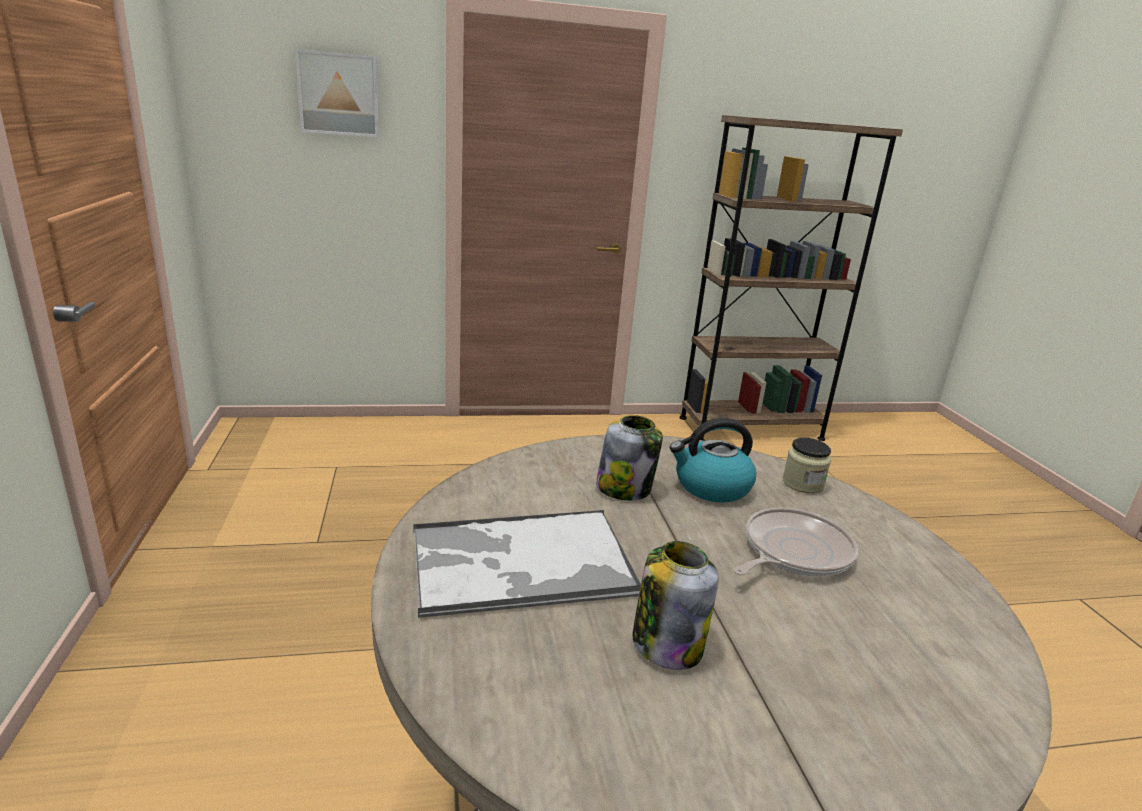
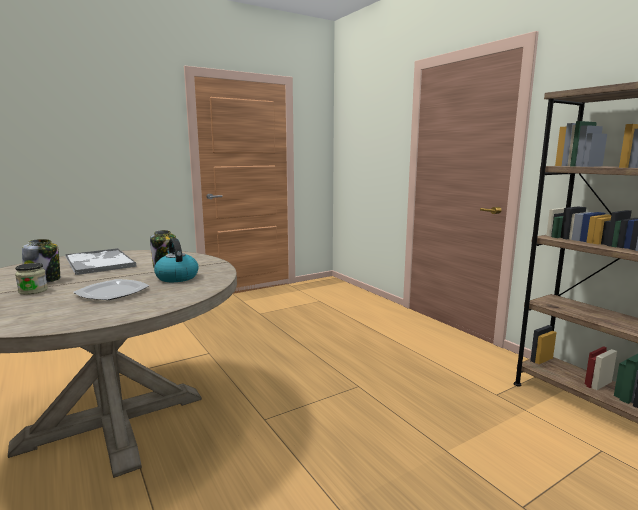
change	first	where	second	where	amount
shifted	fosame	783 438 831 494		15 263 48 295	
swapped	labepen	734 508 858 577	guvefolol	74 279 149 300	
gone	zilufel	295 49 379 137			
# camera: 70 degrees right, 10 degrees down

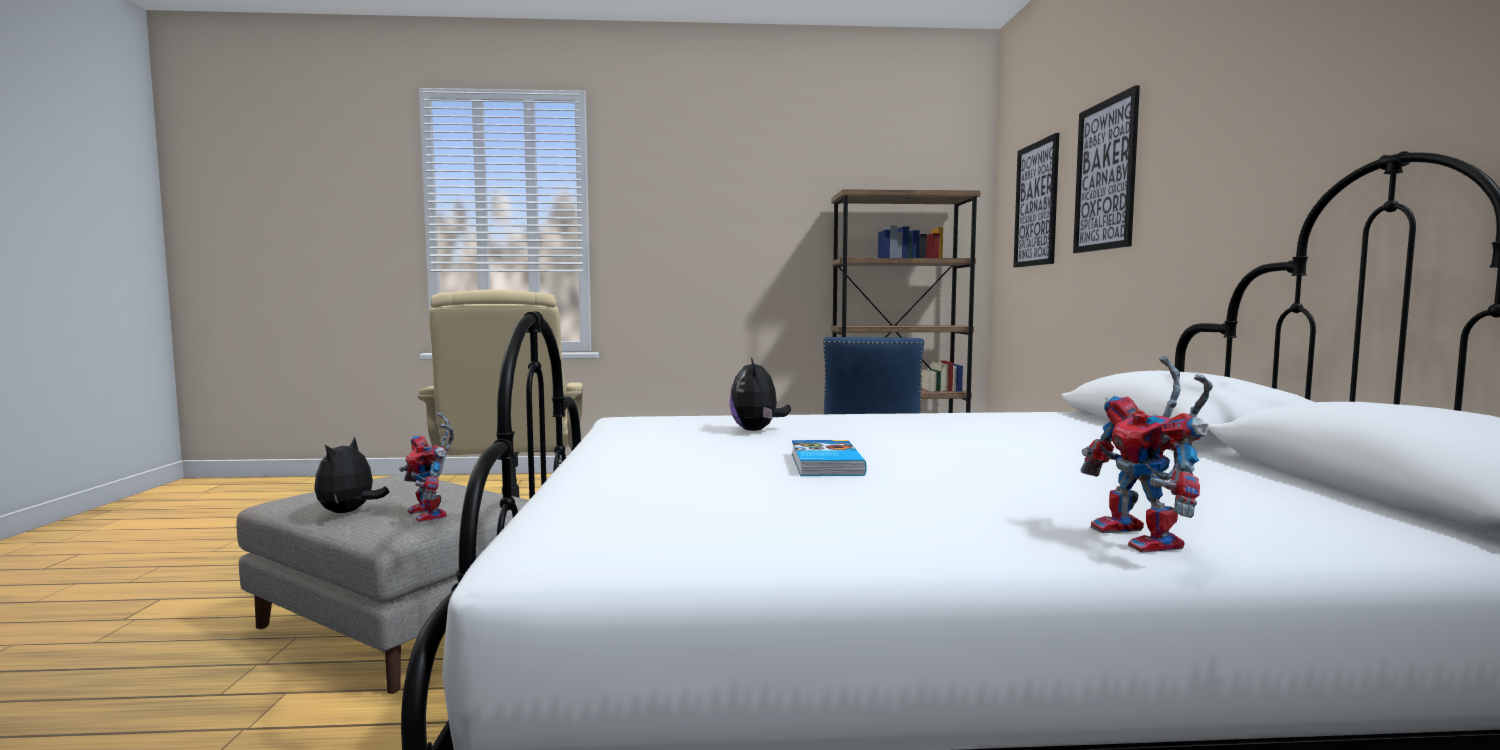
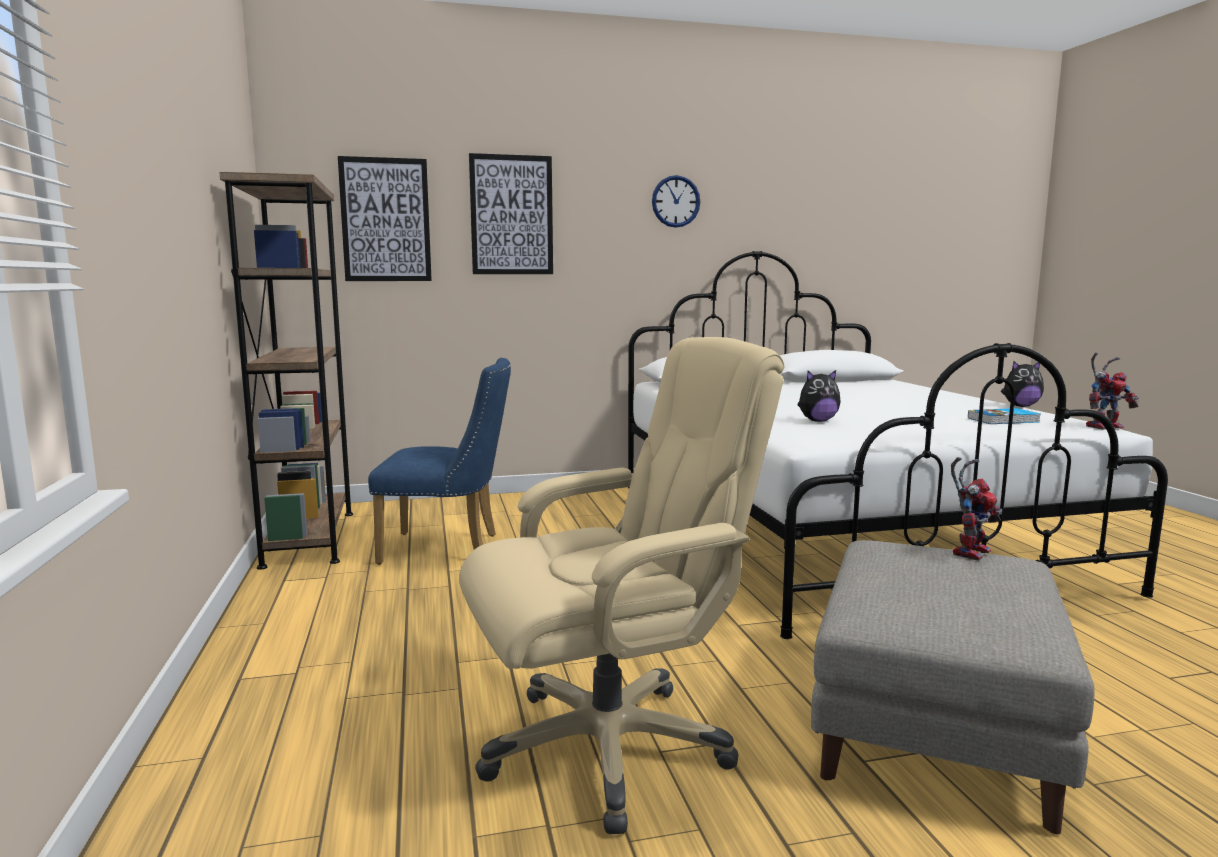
change	first	where	second	where	amount
new			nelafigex	652 175 700 228	
shifted	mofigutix	792 440 867 476		968 408 1040 424	
shifted	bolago	314 436 389 513		1001 361 1044 407	
shifted	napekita	1080 356 1213 553		1086 353 1139 430	
# camera: 100 degrees left, 5 degrees up

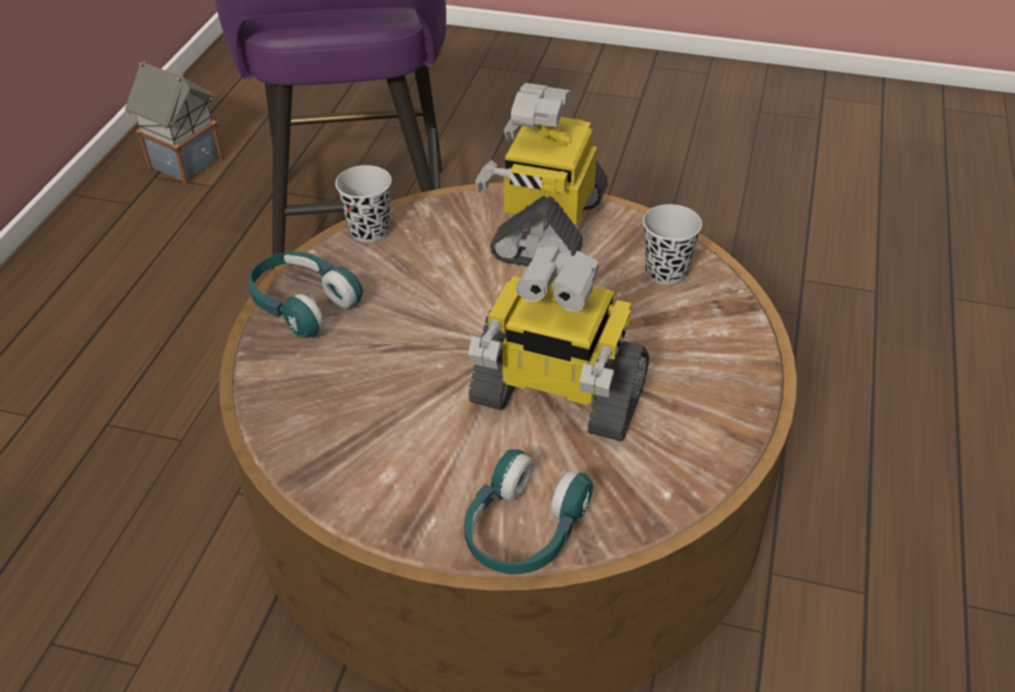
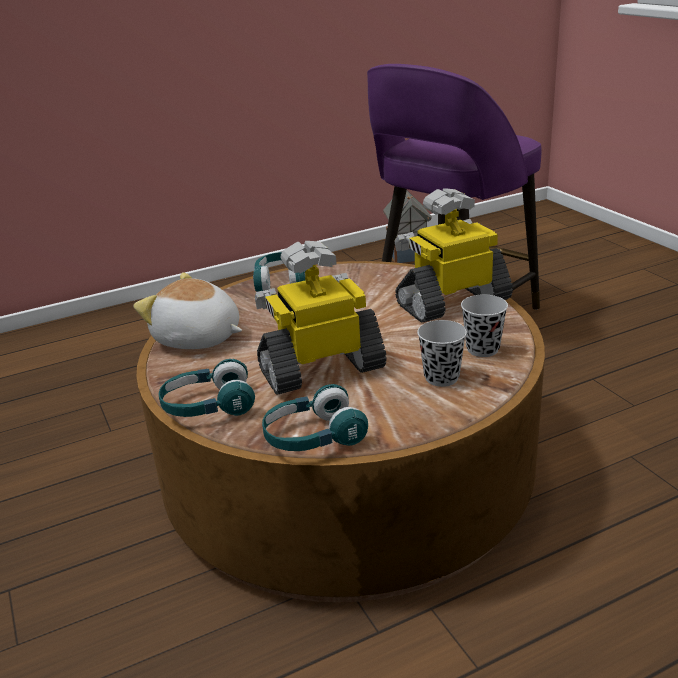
change	first	where	second	where	amount
new			bolago	134 272 242 349	
rotated	napekita	468 247 649 441		255 241 387 395	90 degrees clockwise
new			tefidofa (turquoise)	262 384 368 451	
shifted	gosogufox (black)	335 165 392 242		417 320 467 387	
# camera: 50 degrees right, 15 degrees down

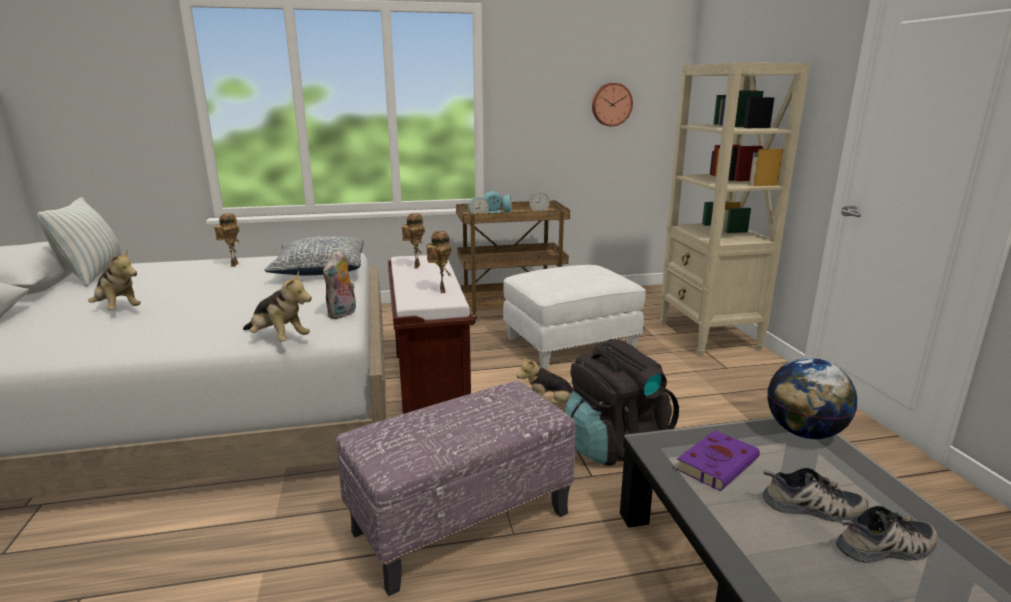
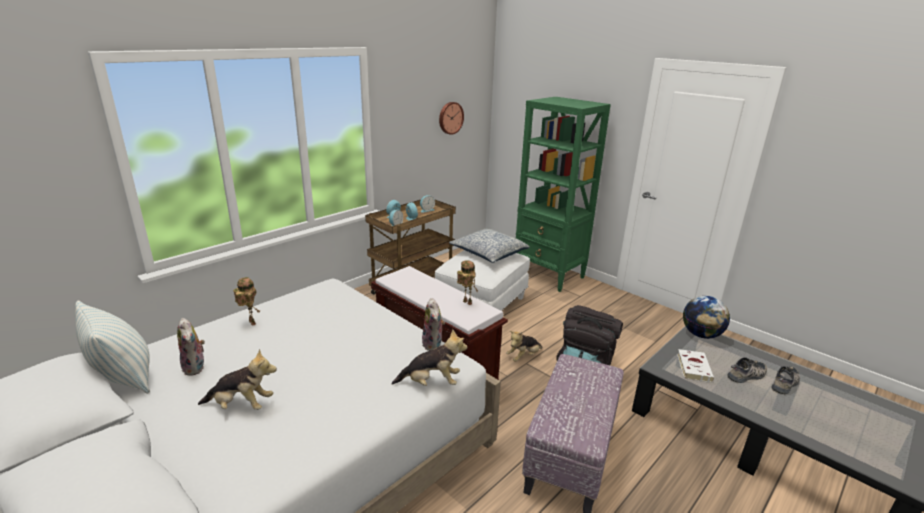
change	first	where	second	where	amount
new			bolago	177 318 205 376	
shifted	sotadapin	264 236 364 276		449 229 530 263	
repainted	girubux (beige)	660 62 810 356	girubux (green)	516 97 611 292	
repainted	mofigutix (purple)	676 430 760 491	mofigutix (white)	677 349 714 382	
gone	napekita	402 213 425 268			
# camera: 35 degrees left, 5 degrees up

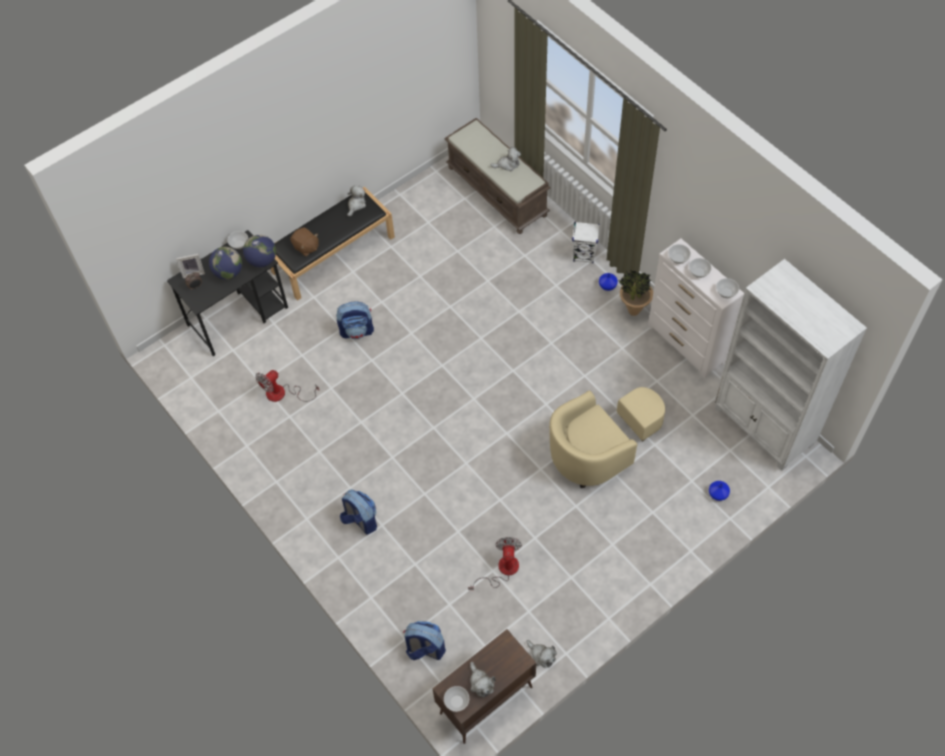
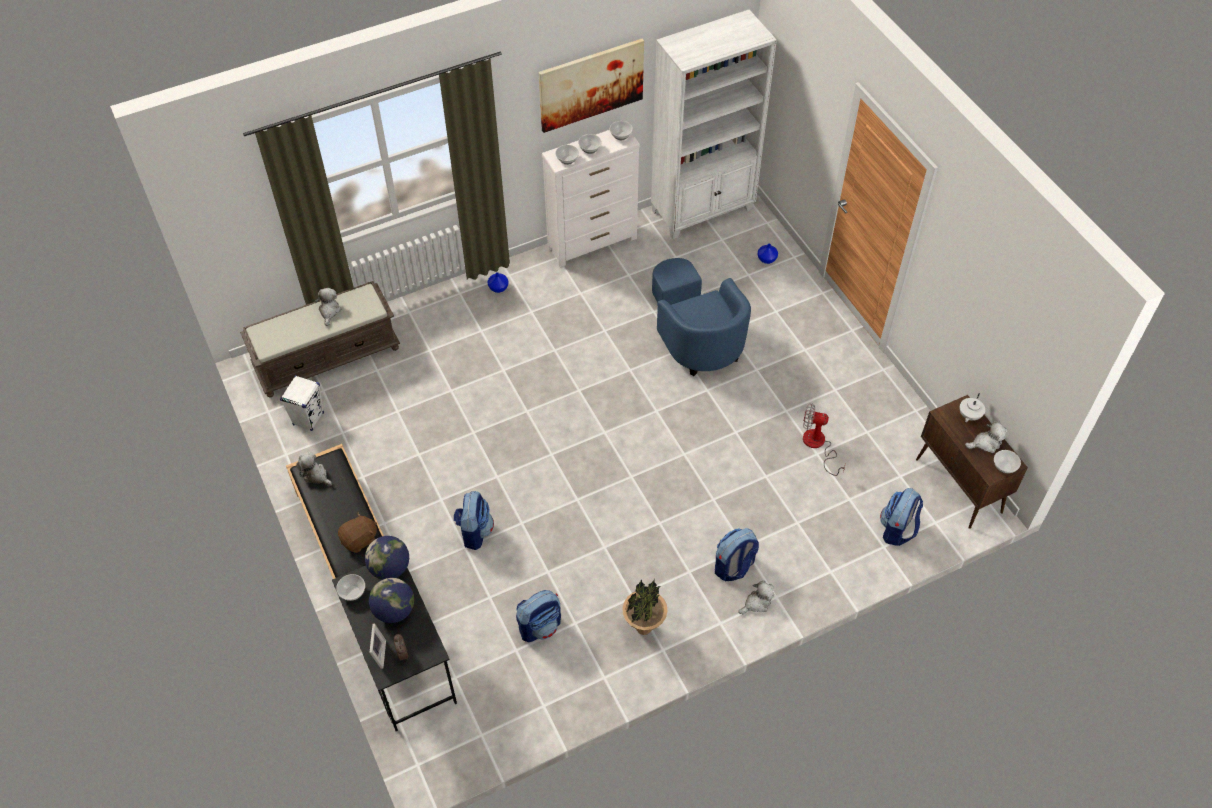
change	first	where	second	where	amount
shifted	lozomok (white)	572 222 600 263		280 375 324 431	
swapped	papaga	255 370 319 402	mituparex	516 590 561 642	
new			zilufel	538 39 644 133	
shifted	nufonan	618 270 653 316		622 579 668 635	
repainted	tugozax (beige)	549 387 665 488	tugozax (blue)	652 258 751 376	
shifted	bolago	527 640 557 668		738 581 774 614	
new			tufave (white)	960 393 985 422	
# camera: 80 degrees left, 5 degrees down

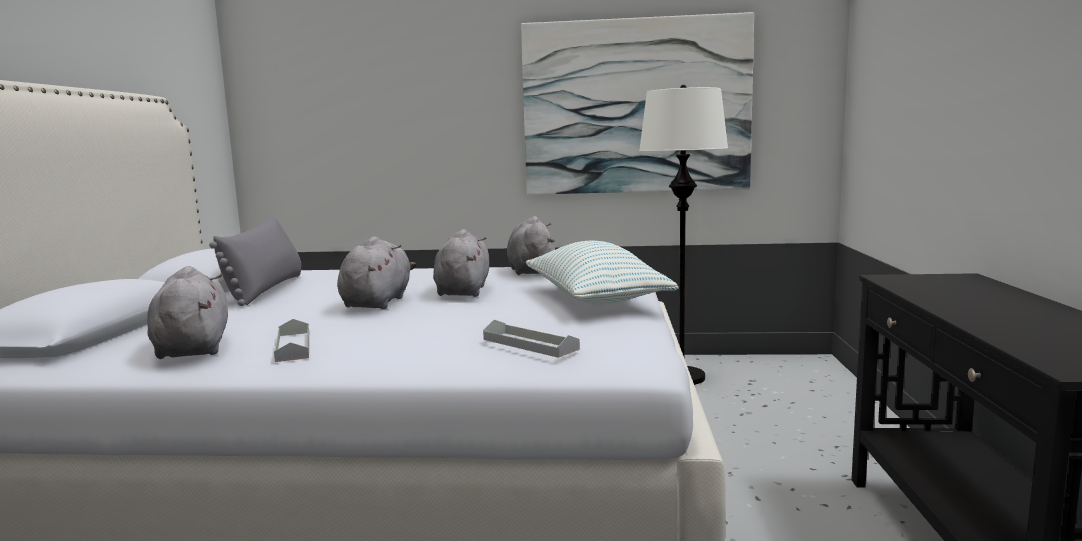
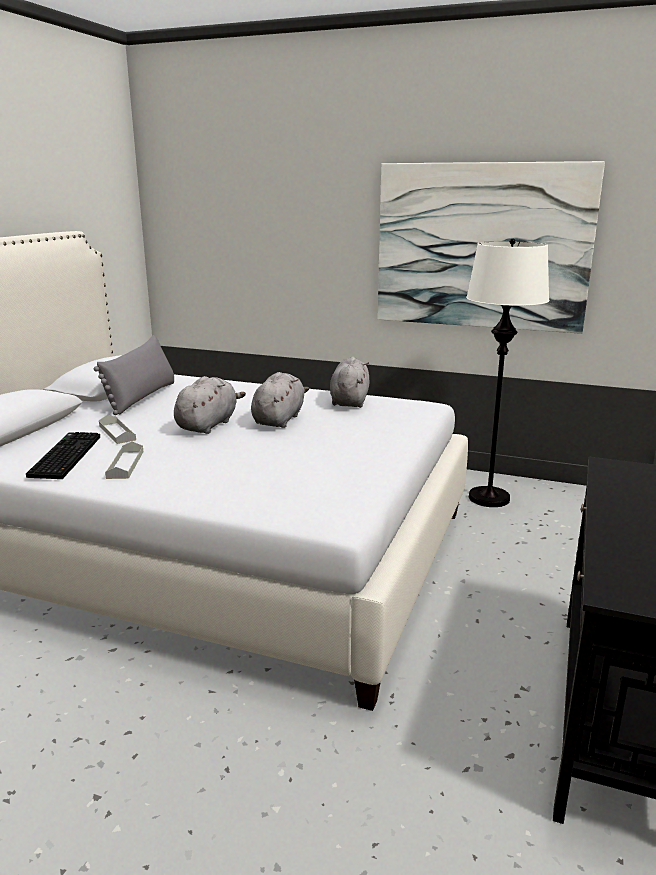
change	first	where	second	where	amount
swapped	bolago (grey)	148 266 228 359	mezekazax	26 432 100 479	
shifted	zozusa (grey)	483 320 580 358		99 415 136 444	
gone	sotadapin	526 241 679 305			
# camera: 15 degrees right, 10 degrees up

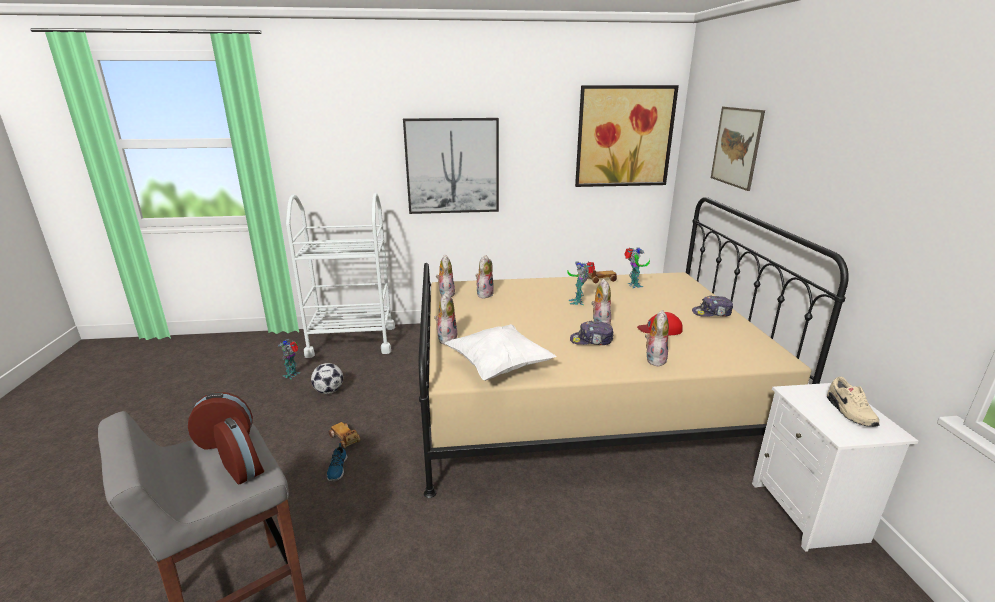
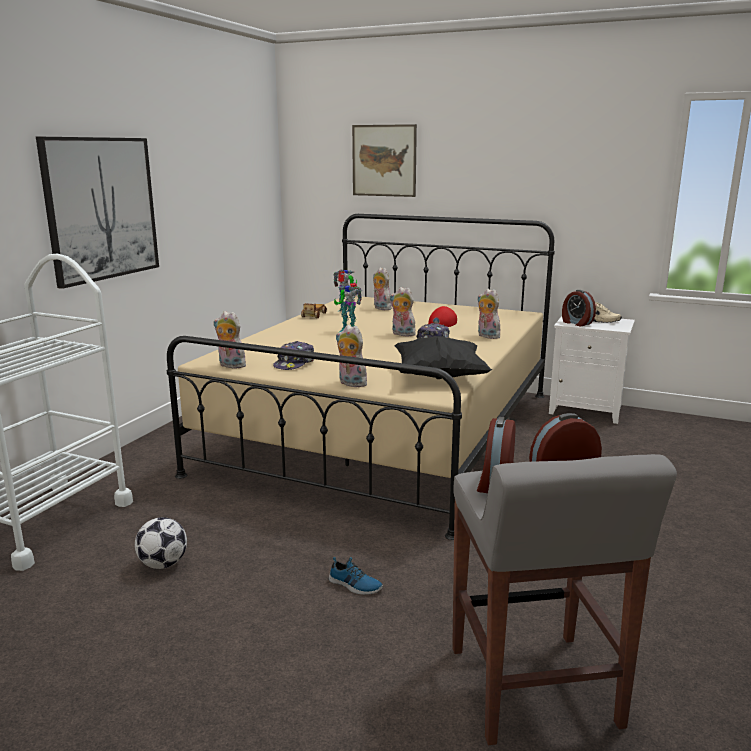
change	first	where	second	where	amount
shifted	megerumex	692 295 733 317		273 341 314 370	
shifted	bolago	475 255 494 298		373 267 392 310	
repainted	sotadapin (white)	445 324 557 381	sotadapin (black)	394 336 492 379	
new			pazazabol	562 290 596 326	
gone	napekita	278 339 300 379			
gone	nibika	329 422 361 449			
gone	zilufel	575 85 679 187			
# camera: 60 degrees left, 5 degrees down

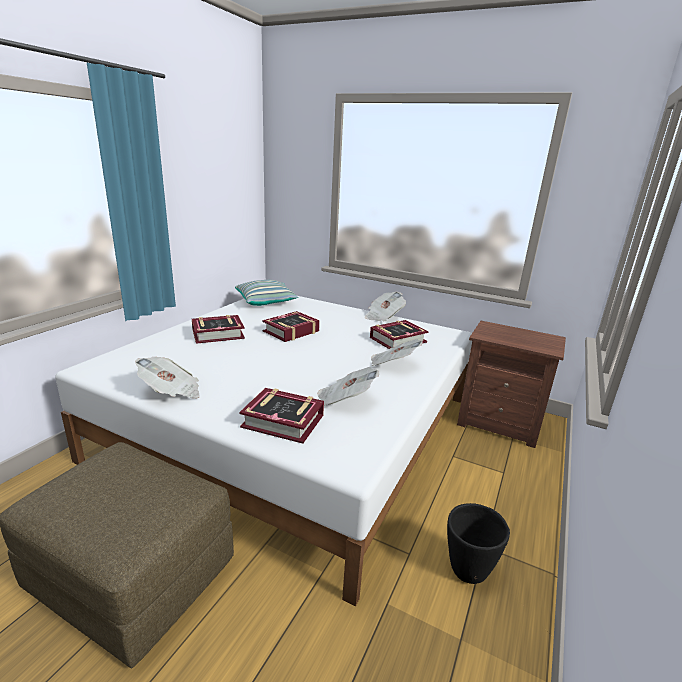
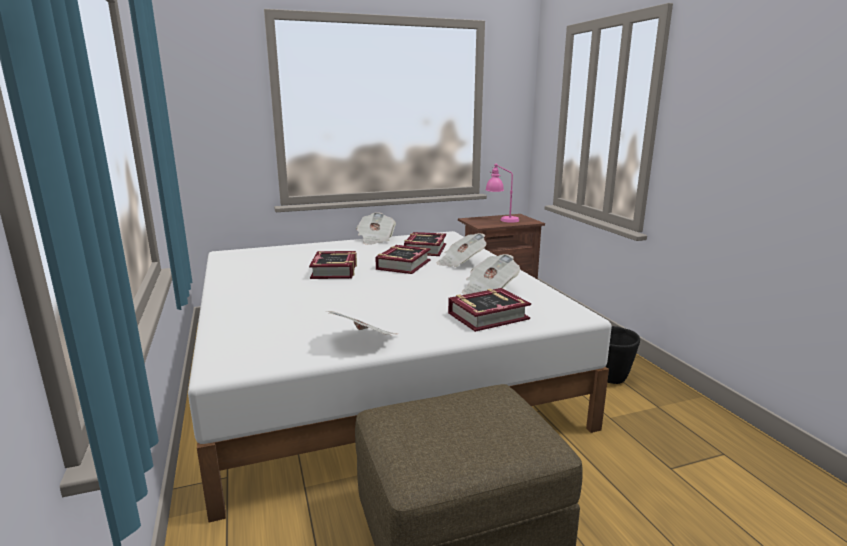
change	first	where	second	where	amount
shifted	mofigutix	192 315 245 344		375 245 431 274	
new			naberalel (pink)	486 164 519 223	
gone	sotadapin	235 280 298 306			
# camera: 45 degrees left, 5 degrees down

